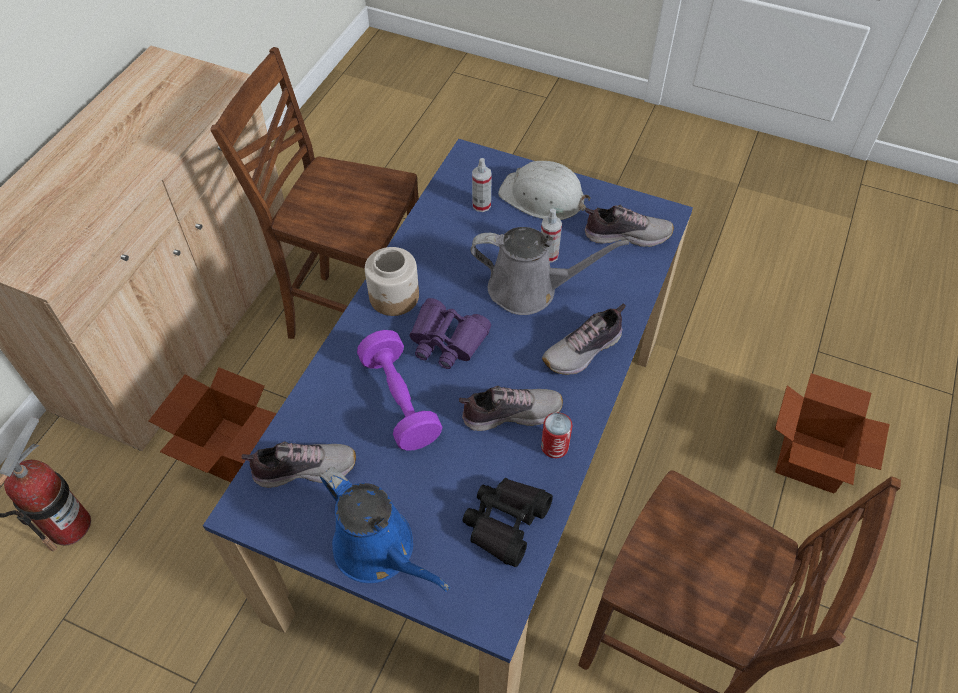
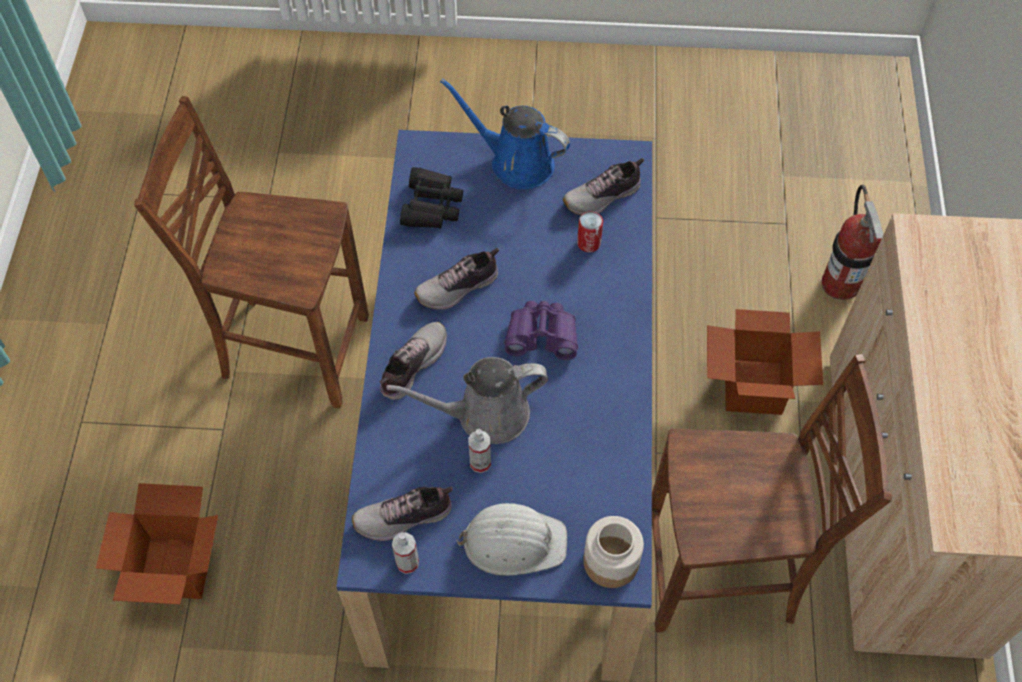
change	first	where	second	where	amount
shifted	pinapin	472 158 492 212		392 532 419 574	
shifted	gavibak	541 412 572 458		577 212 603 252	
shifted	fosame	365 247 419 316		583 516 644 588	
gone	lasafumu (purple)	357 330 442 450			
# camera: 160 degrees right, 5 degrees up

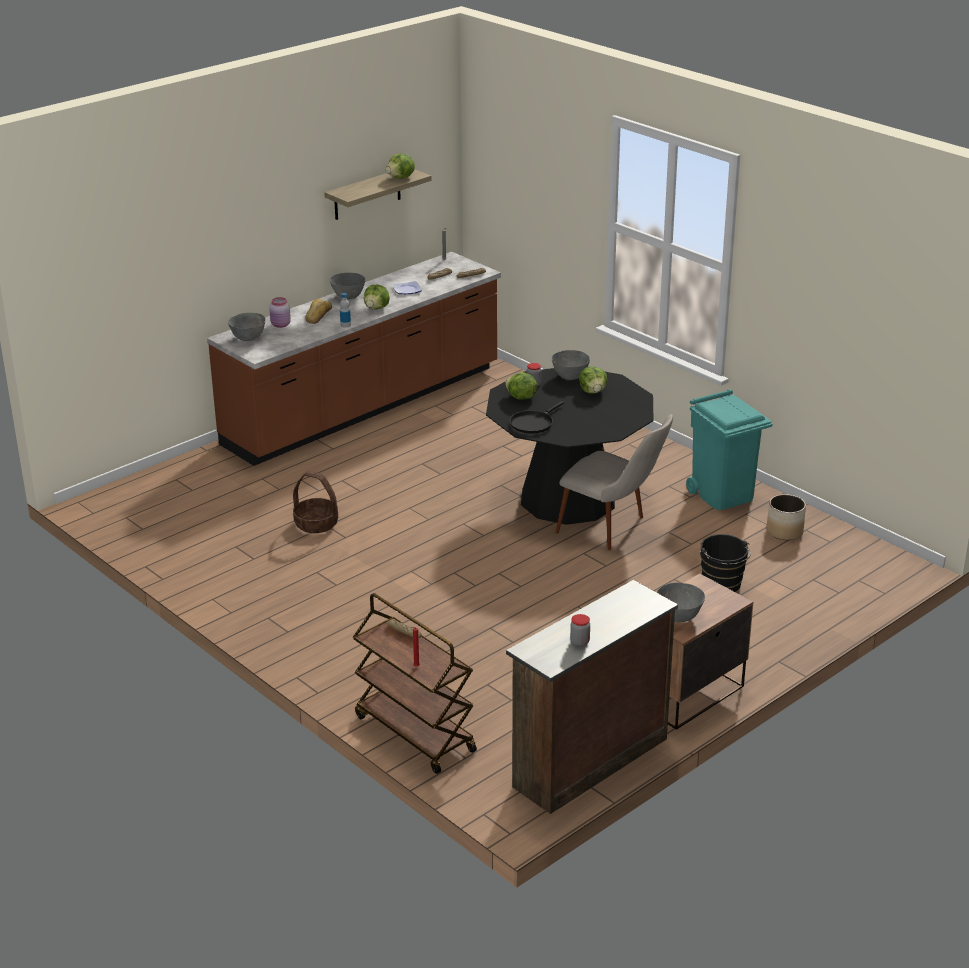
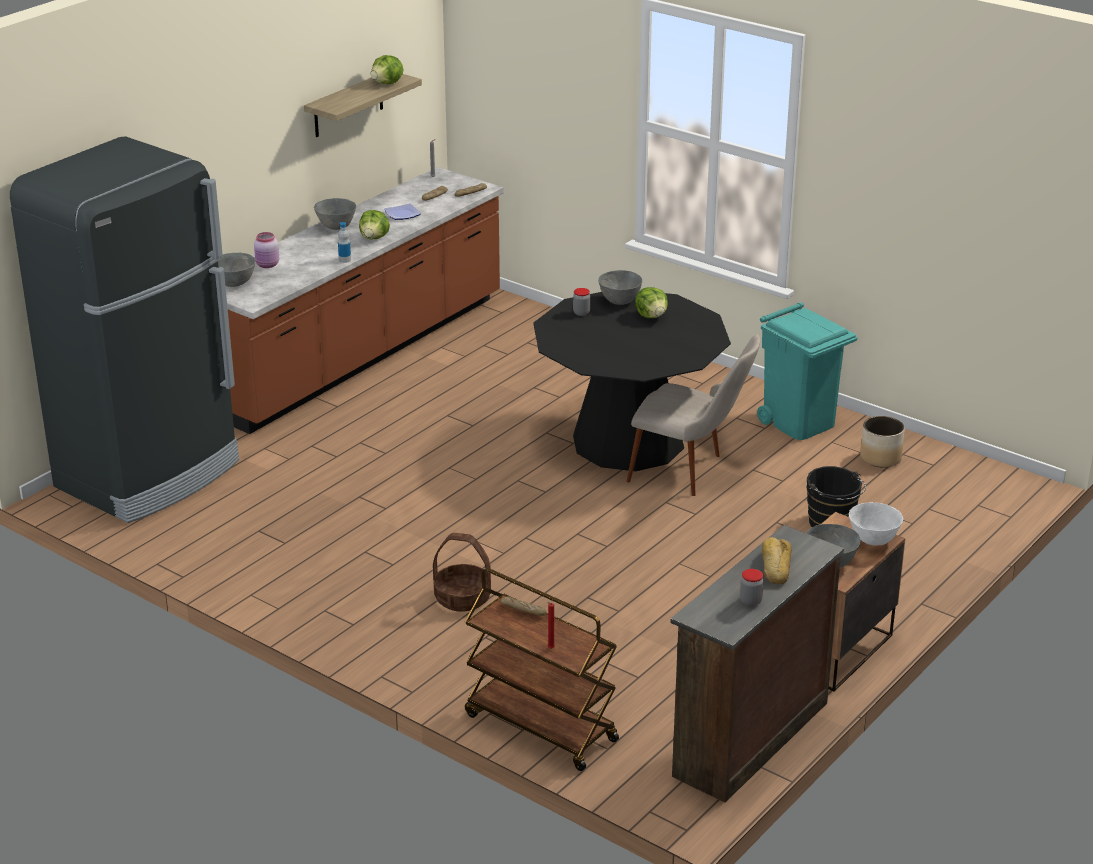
change	first	where	second	where	amount
new			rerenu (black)	10 136 239 523	
shifted	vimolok	293 471 338 533		433 533 491 612	
shifted	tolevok	305 299 332 324		762 537 792 584	
new			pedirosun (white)	849 502 903 546	
gone	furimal	505 372 537 400			
gone	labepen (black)	510 401 564 433			
# camera: 10 degrees left, 0 degrees up

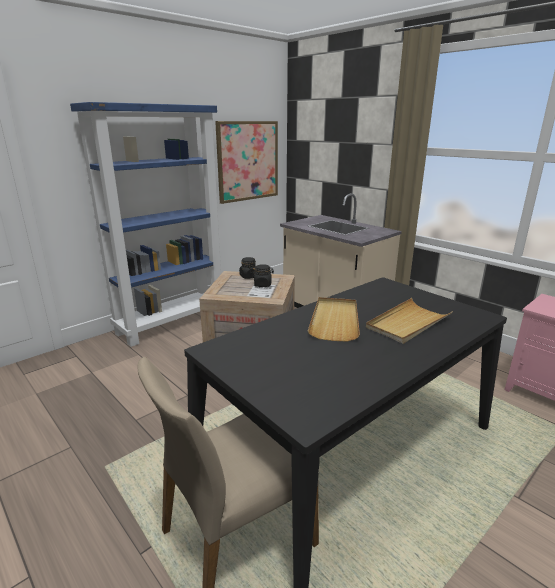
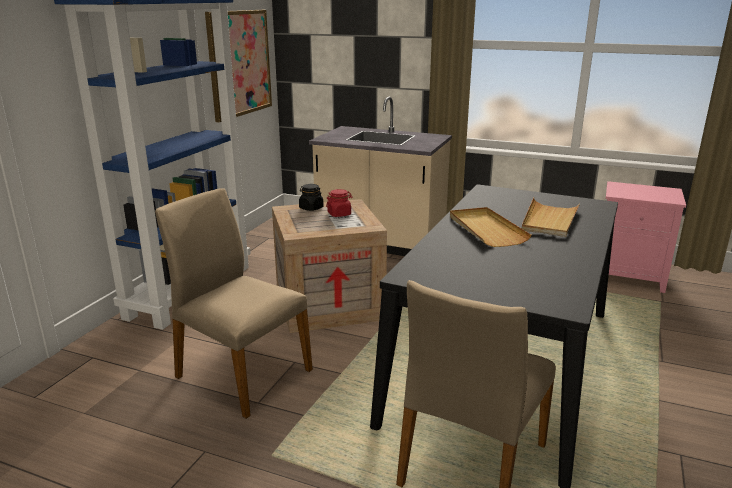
change	first	where	second	where	amount
new			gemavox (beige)	155 188 313 419	
repainted	fosame (black)	252 264 274 287	fosame (red)	326 189 353 217	
# camera: 25 degrees left, 0 degrees up

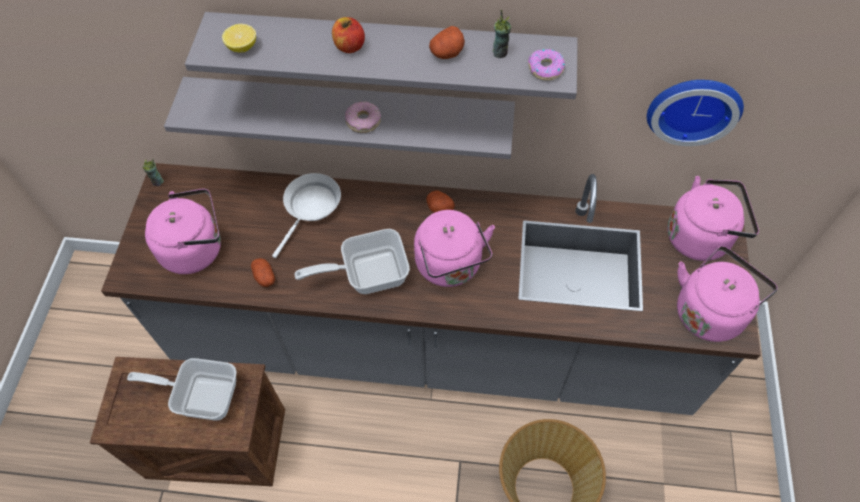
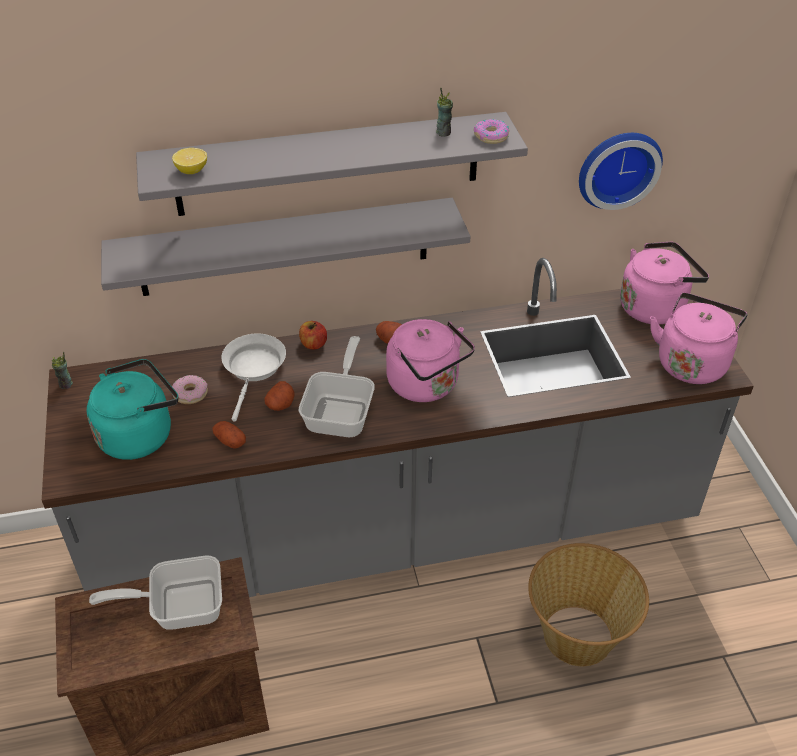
change	first	where	second	where	amount
repainted	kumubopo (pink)	145 188 221 274	kumubopo (turquoise)	87 359 178 460	
shifted	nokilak	345 101 381 133		172 375 208 404	
shifted	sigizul	429 26 465 59		264 381 295 411	
rotated	labepen	294 229 410 294		298 336 375 437	135 degrees clockwise
shifted	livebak	332 17 365 53		299 321 327 349	
# camera: 20 degrees left, 15 degrees down

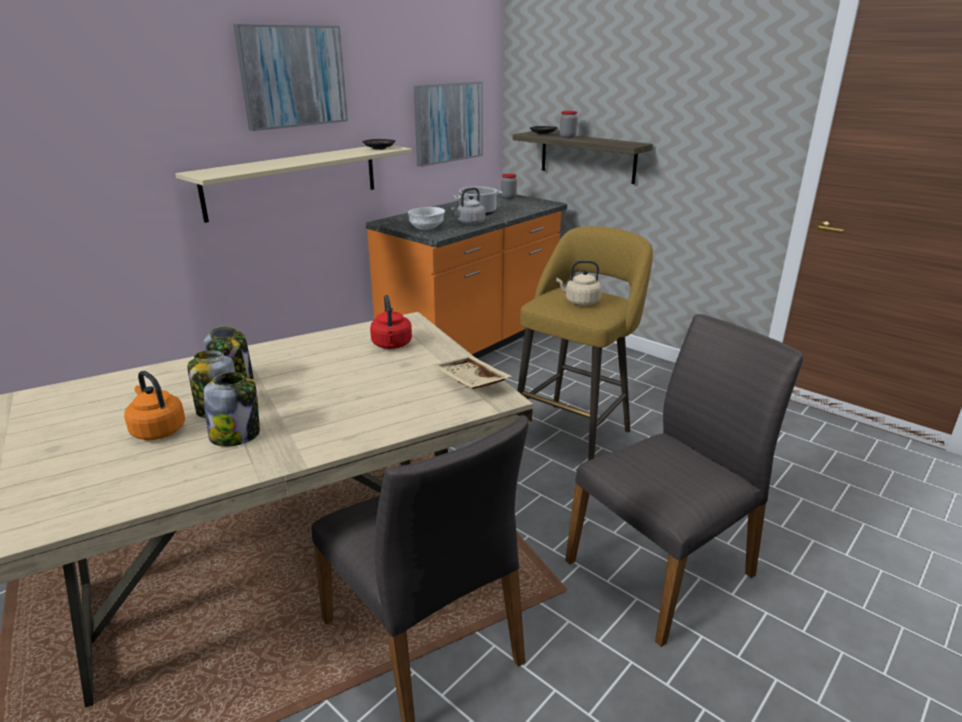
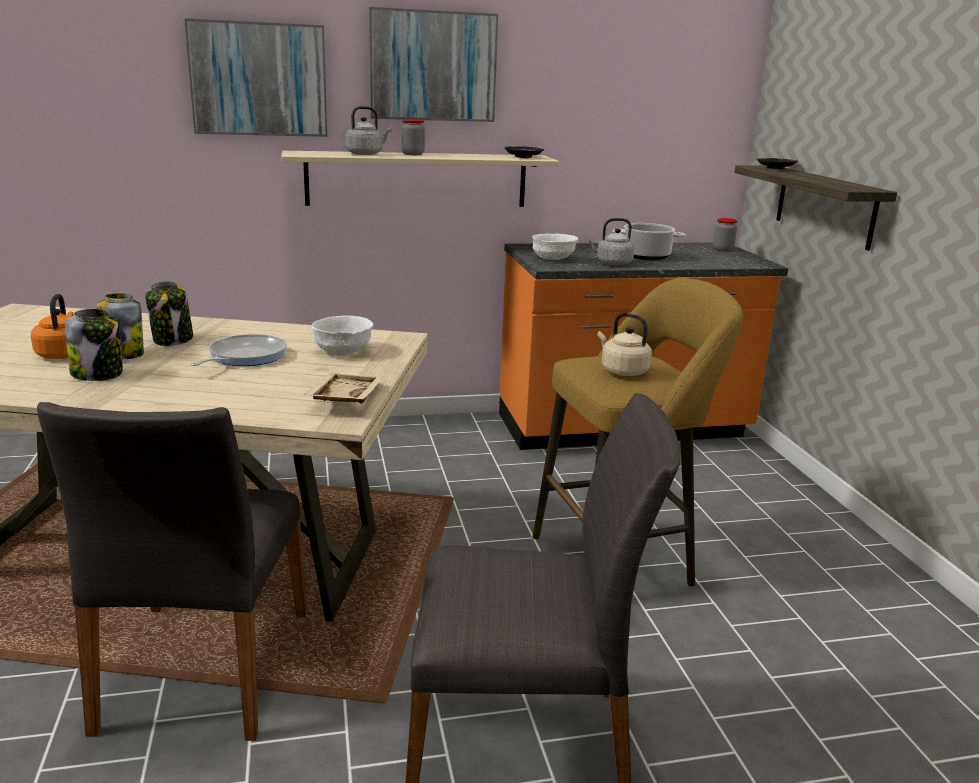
change	first	where	second	where	amount
shifted	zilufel	414 82 483 167		184 18 327 137	
new			labepen	191 334 287 366	
swapped	kumubopo (red)	370 295 412 349	pedirosun (white)	311 315 373 355	
new			kumubopo (grey)	345 106 392 155	
shifted	fosame	560 111 577 138		401 119 425 155	
# camera: 35 degrees right, 5 degrees down

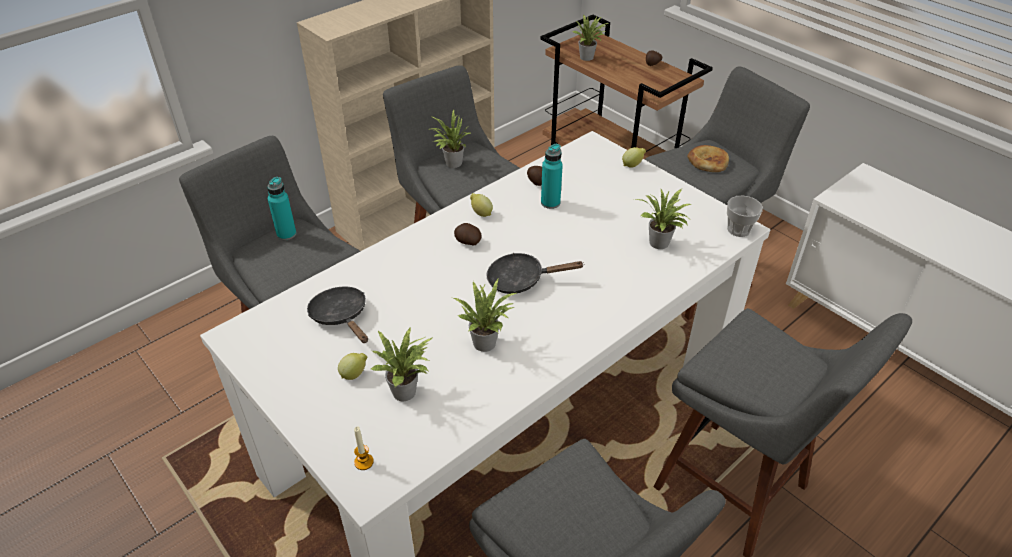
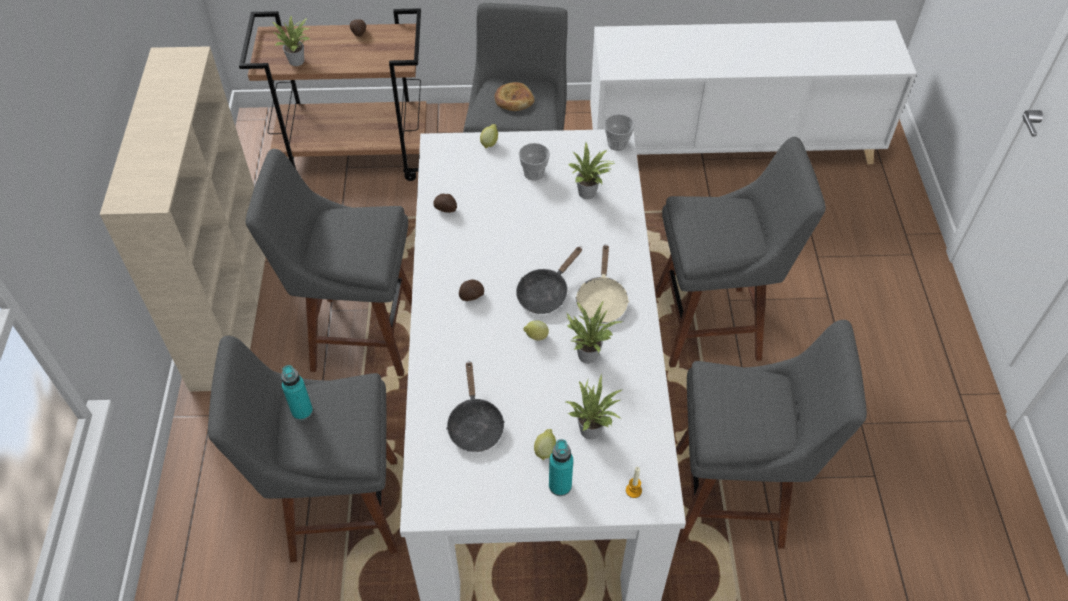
change	first	where	second	where	amount
rotated	labepen (black)	307 287 368 343		446 361 505 452	105 degrees counterclockwise
new			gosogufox	519 143 550 181	
shifted	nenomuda	470 193 493 217		523 320 549 341	
shifted	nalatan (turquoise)	541 144 563 209		549 439 573 496	
new			labepen (beige)	575 244 629 323	
gone	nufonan	431 109 472 168			
# camera: 50 degrees left, 10 degrees up

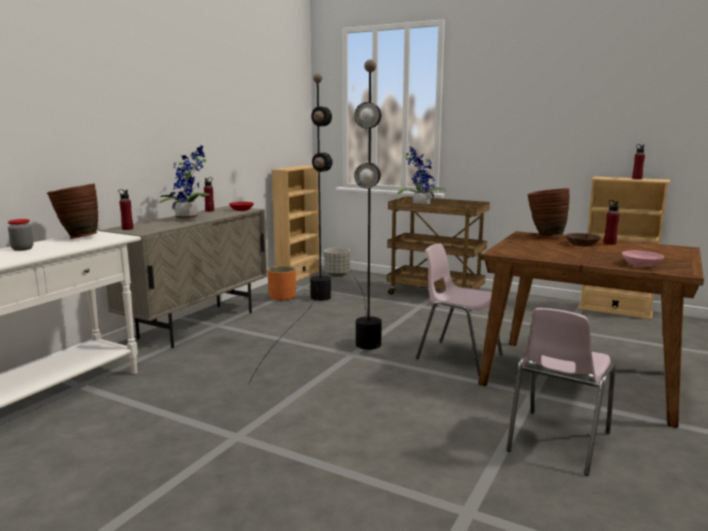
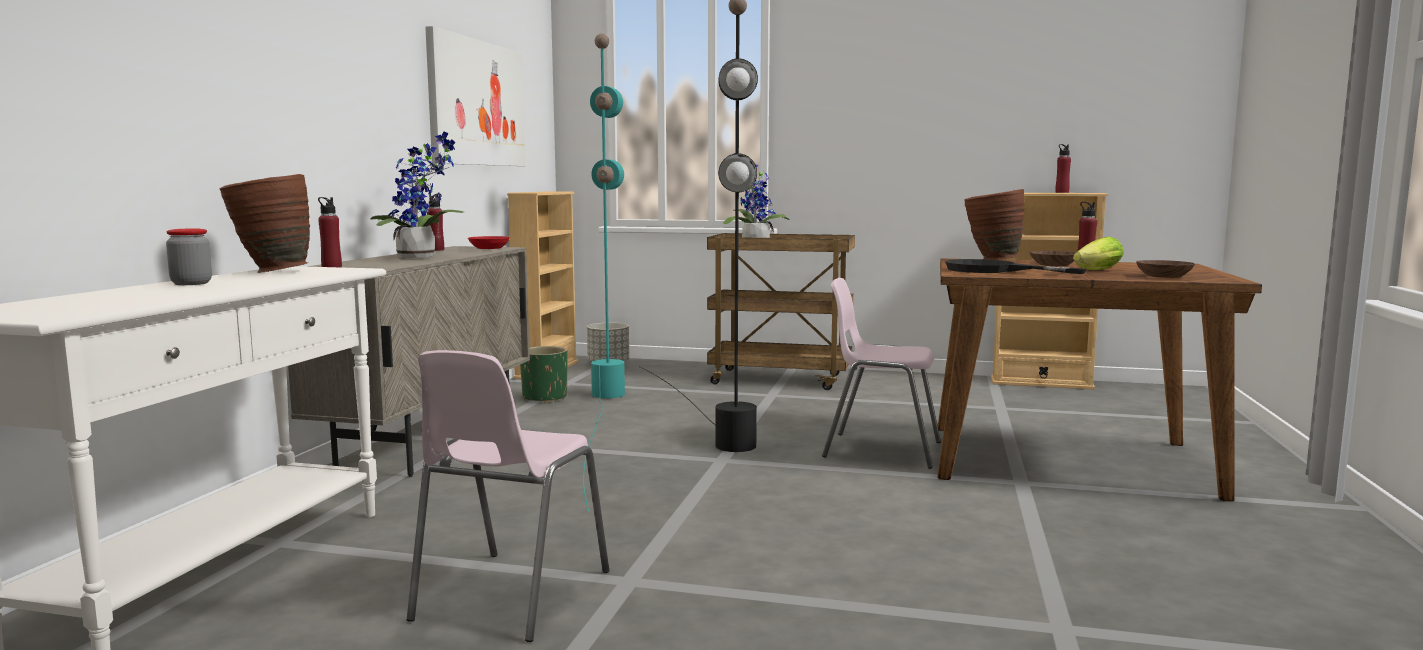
change	first	where	second	where	amount
shifted	gemavox (pink)	506 308 616 476		407 350 609 642	
new			zilufel	425 26 526 166	
repainted	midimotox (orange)	267 266 296 301	midimotox (green)	520 346 567 403	
repainted	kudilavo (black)	249 73 332 384	kudilavo (turquoise)	583 34 625 511	
new			labepen (black)	945 259 1086 274	
new			furimal	1073 237 1124 270	
repainted	pedirosun (pink)	622 251 664 267	pedirosun (brown)	1136 260 1195 278	
# camera: 15 degrees left, 5 degrees down

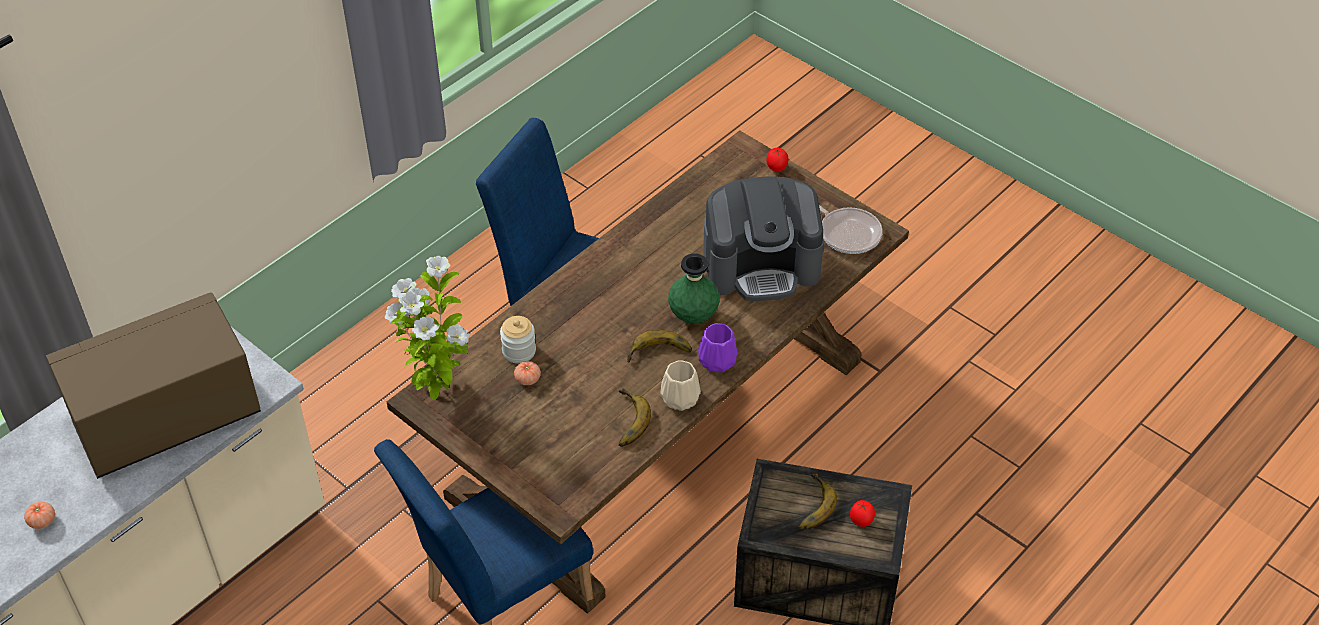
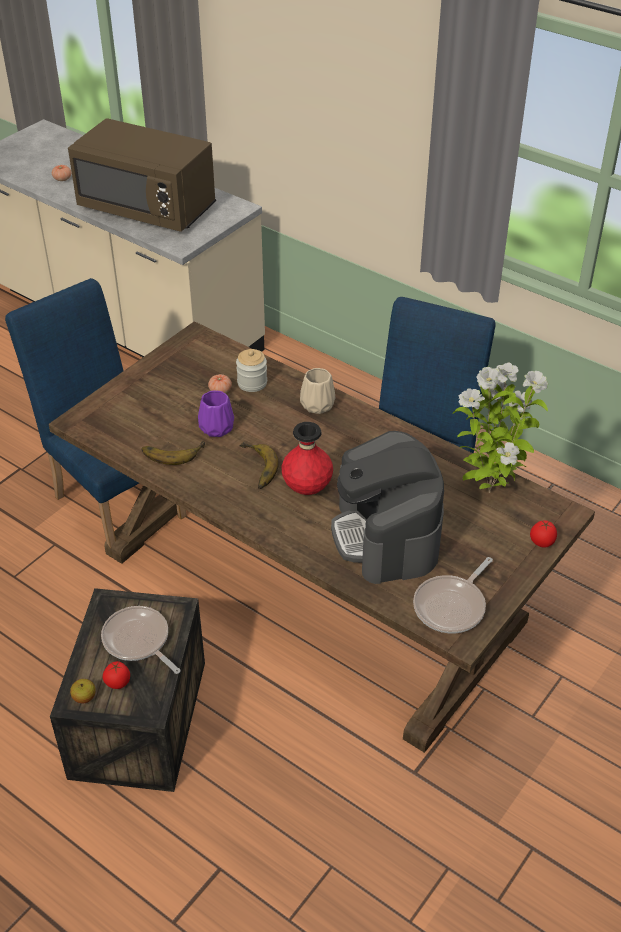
change	first	where	second	where	amount
rotated	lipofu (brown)	46 292 261 479		68 118 216 232	150 degrees clockwise
new			livebak	70 679 96 704	
swapped	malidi	798 473 837 530	labepen	101 606 181 674	
shifted	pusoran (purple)	698 323 738 372		198 390 234 437	
repainted	pusoran (green)	668 254 720 324	pusoran (red)	281 422 333 495	
shifted	pusoran (beige)	661 360 701 411		300 368 335 414	
shifted	nufonan	385 256 470 400		453 363 548 493	
# camera: 85 degrees right, 5 degrees down

